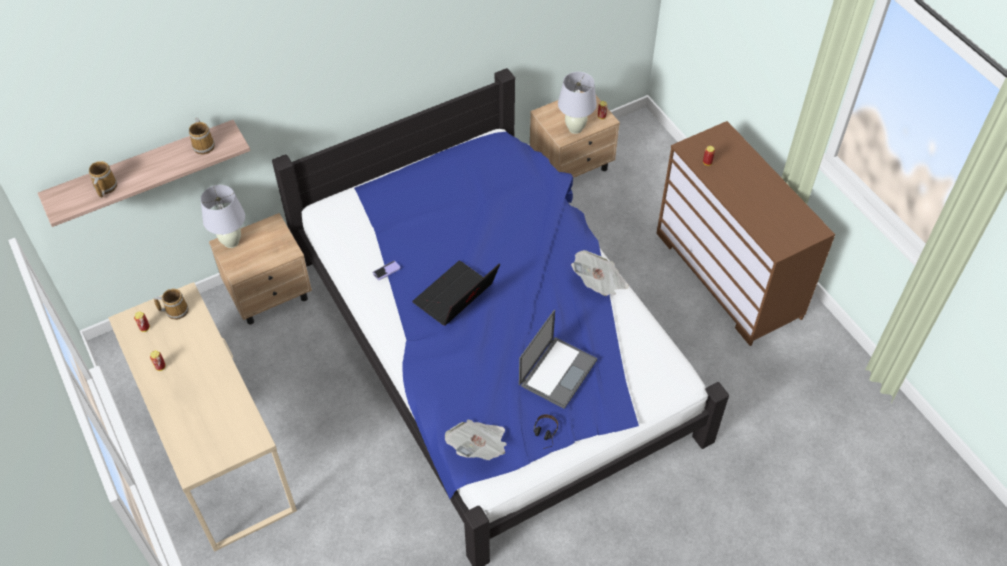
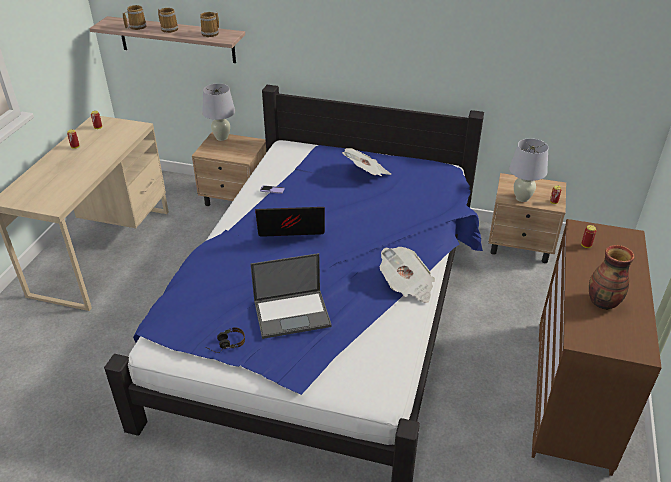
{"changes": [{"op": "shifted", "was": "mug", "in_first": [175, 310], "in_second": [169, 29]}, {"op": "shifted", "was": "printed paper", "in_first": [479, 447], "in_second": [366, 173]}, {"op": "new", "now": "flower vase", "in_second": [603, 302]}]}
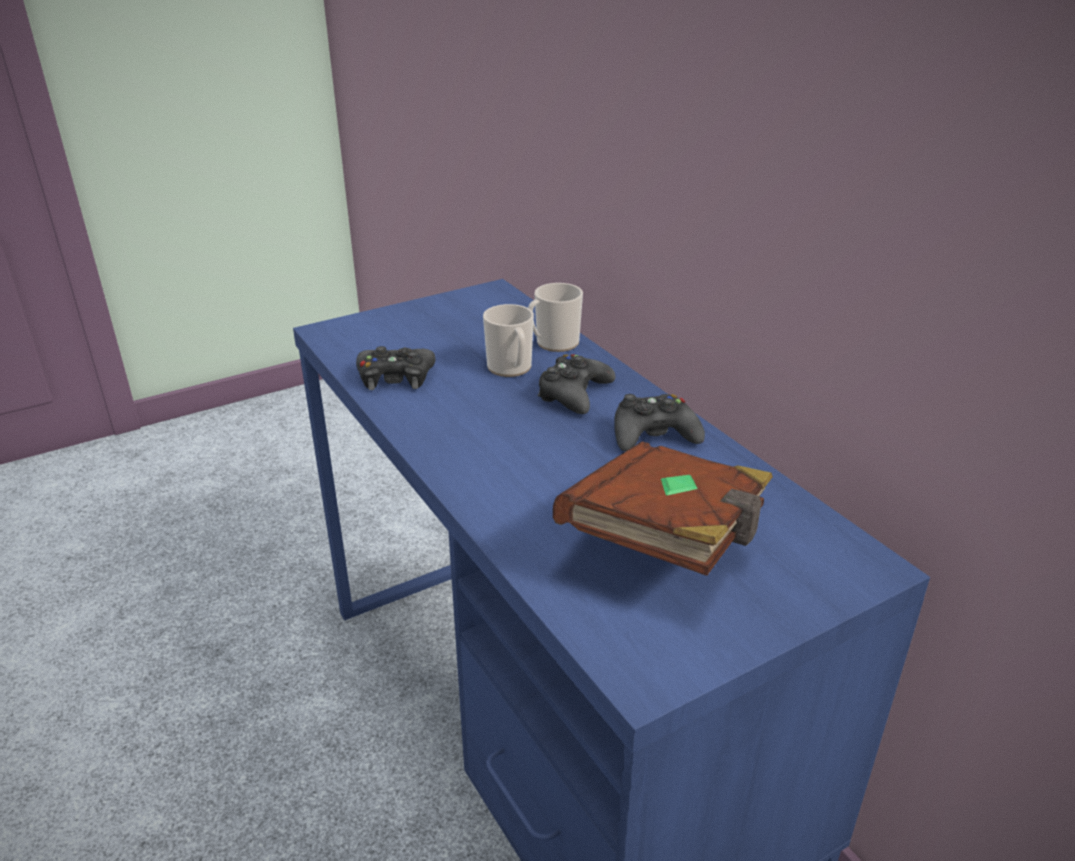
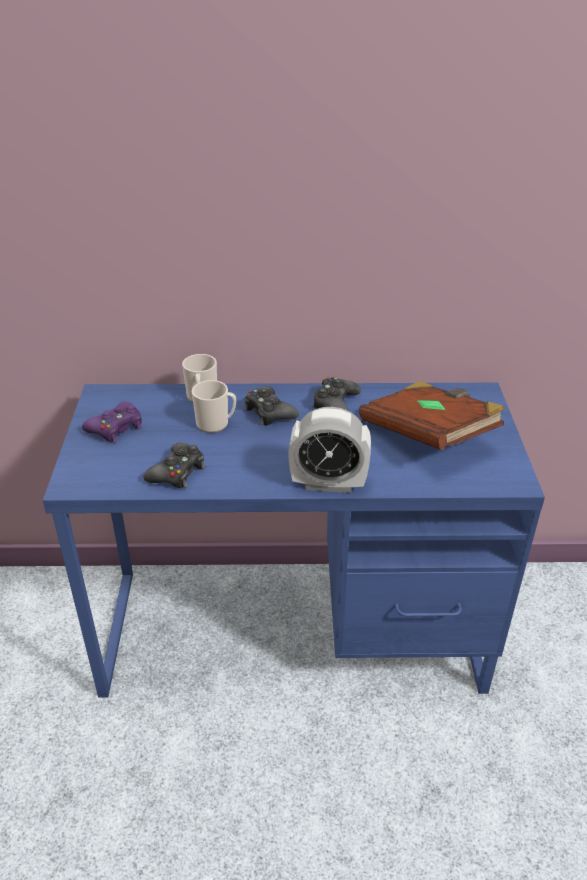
{"changes": [{"op": "new", "now": "purplish joypad", "in_second": [116, 428]}, {"op": "new", "now": "alarm clock", "in_second": [328, 483]}]}
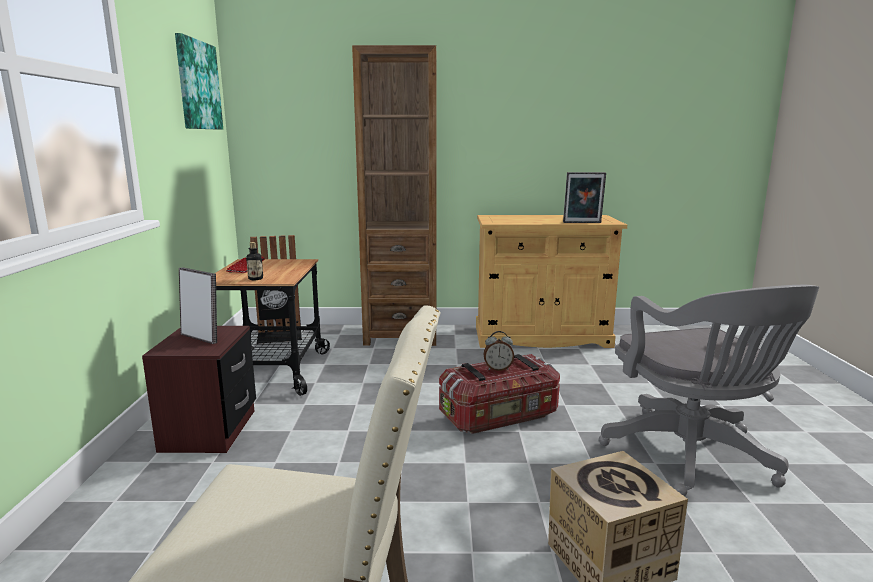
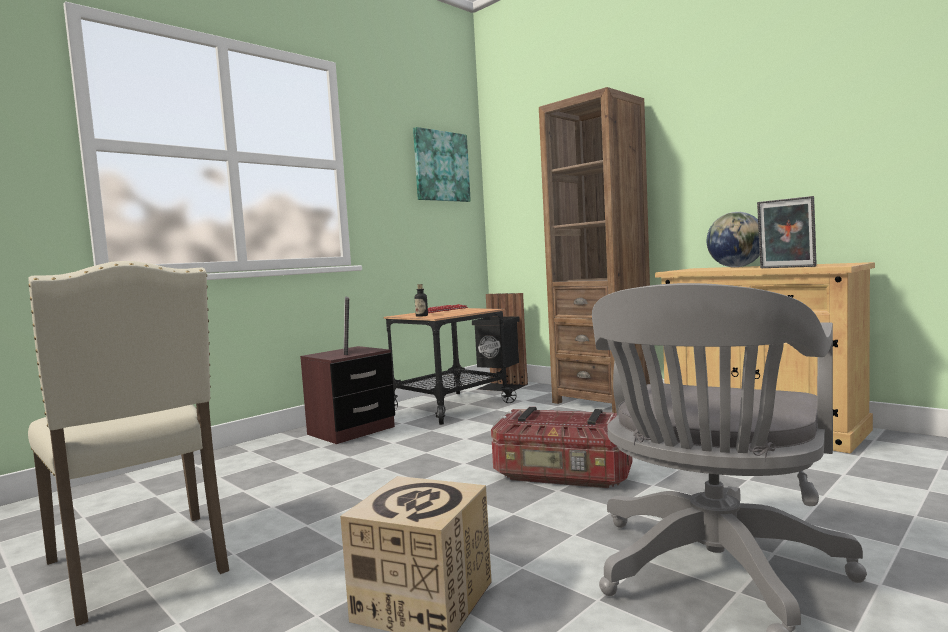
{"changes": [{"op": "gone", "was": "alarm clock", "in_first": [498, 369]}, {"op": "new", "now": "world globe", "in_second": [736, 267]}]}
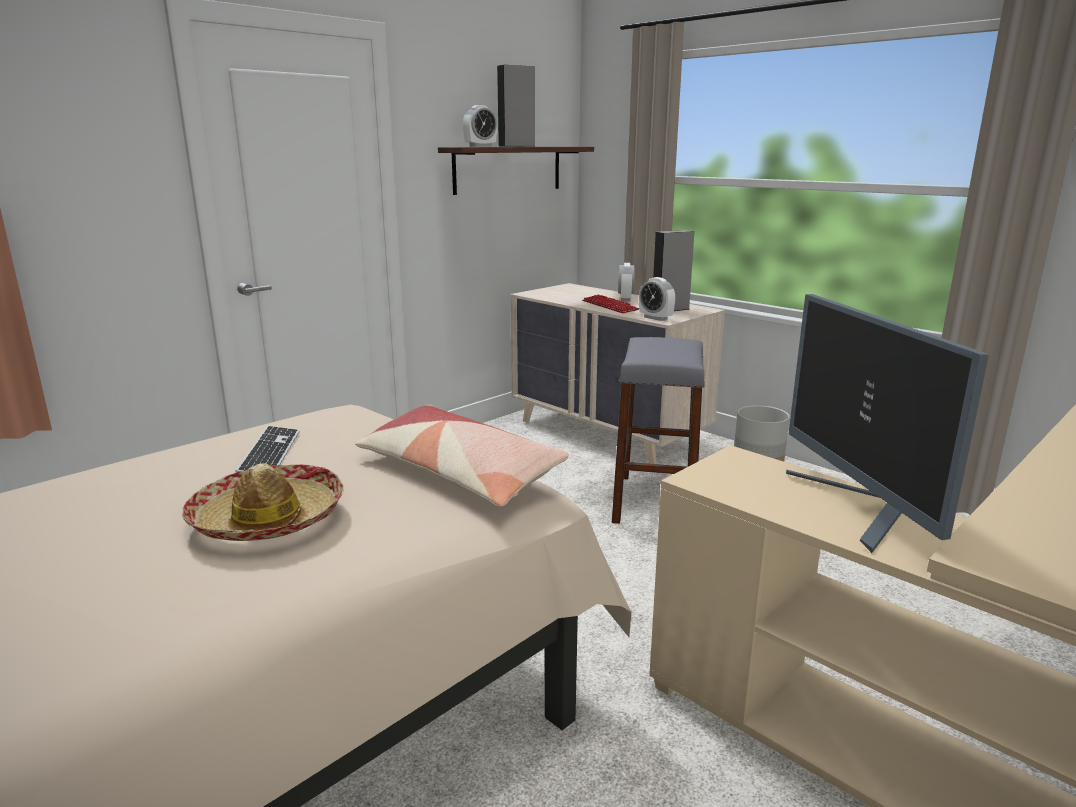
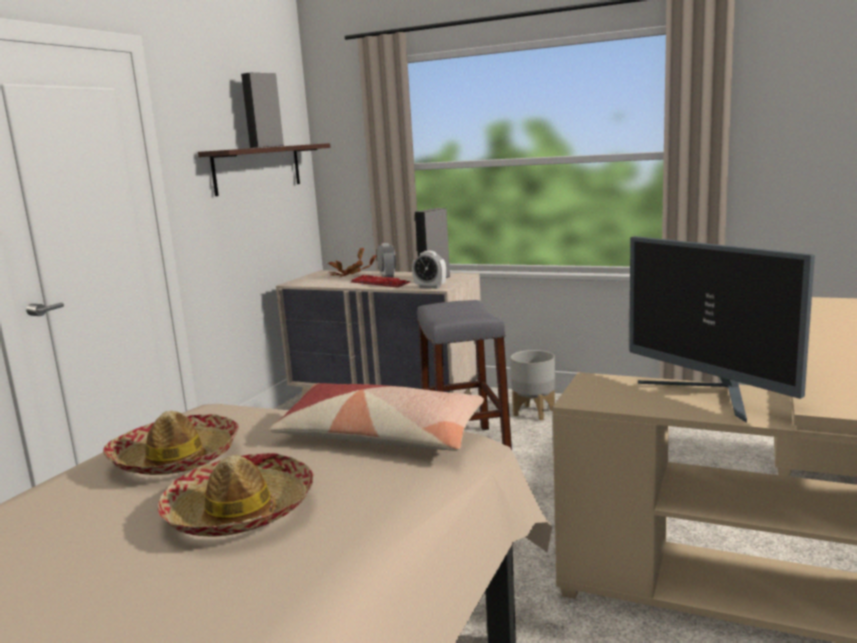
{"changes": [{"op": "swapped", "was": "keyboard", "now": "wearable hat", "in_first": [270, 453], "in_second": [176, 458]}, {"op": "gone", "was": "alarm clock", "in_first": [480, 146]}, {"op": "new", "now": "houseplant", "in_second": [349, 274]}]}
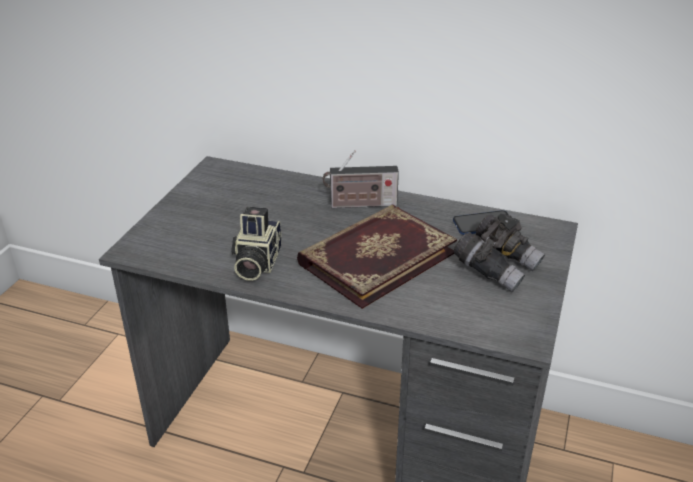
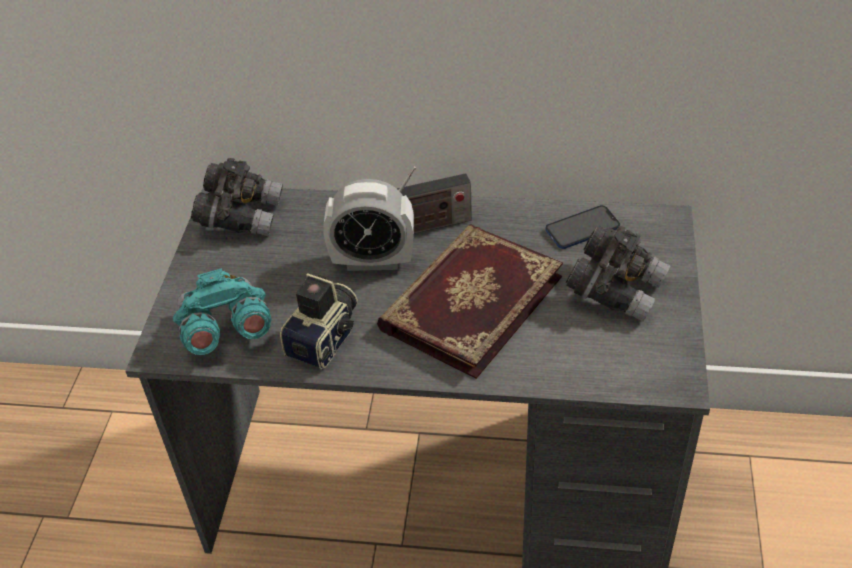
{"changes": [{"op": "rotated", "was": "still camera", "in_first": [255, 263], "in_second": [326, 338], "clockwise": -150}, {"op": "new", "now": "turquoise pair of binoculars", "in_second": [224, 331]}, {"op": "new", "now": "greyish pair of binoculars", "in_second": [241, 216]}, {"op": "new", "now": "alarm clock", "in_second": [373, 261]}]}
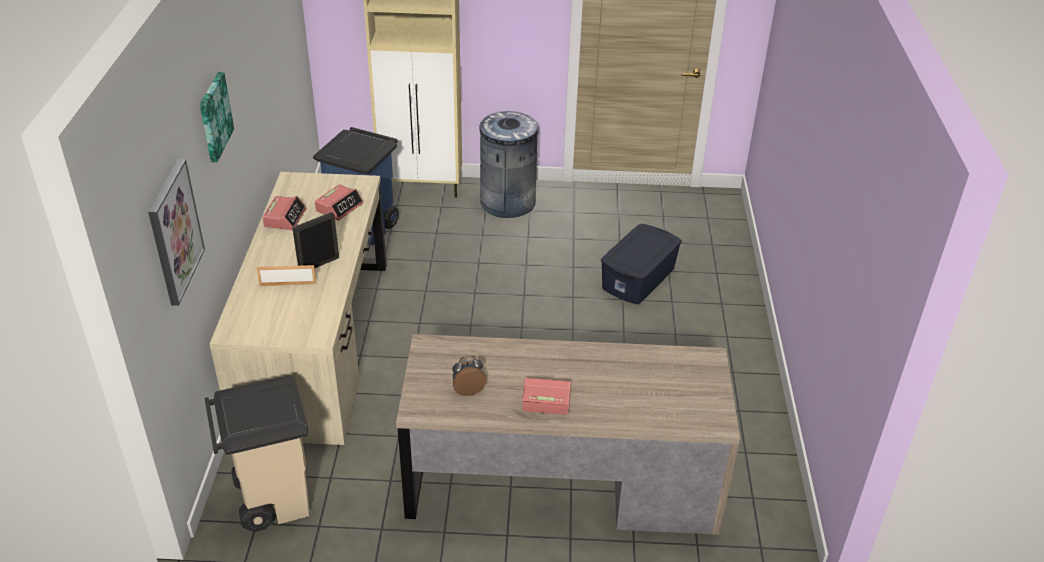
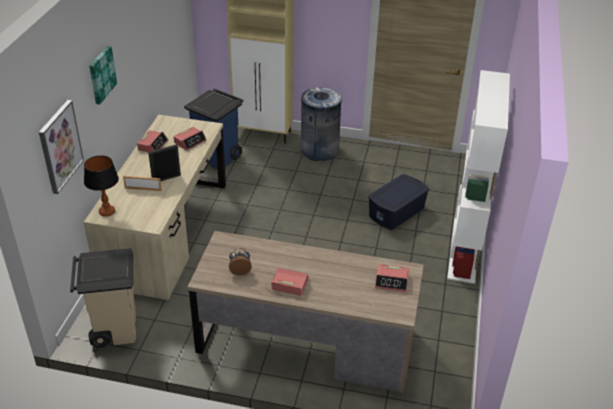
{"changes": [{"op": "new", "now": "table lamp", "in_second": [106, 212]}, {"op": "new", "now": "alarm clock", "in_second": [391, 281]}, {"op": "new", "now": "white shelving unit", "in_second": [464, 249]}]}
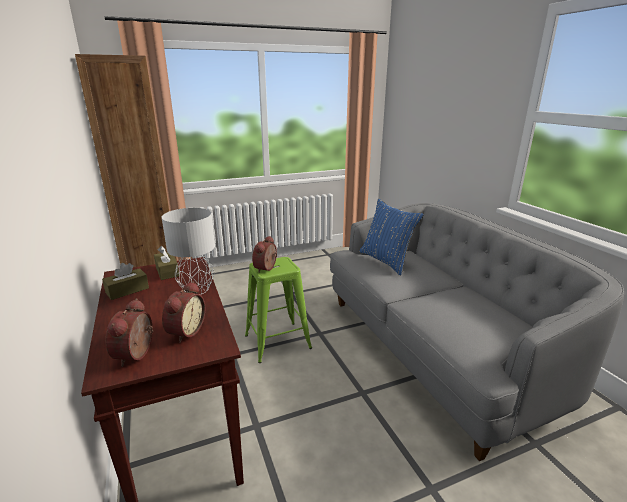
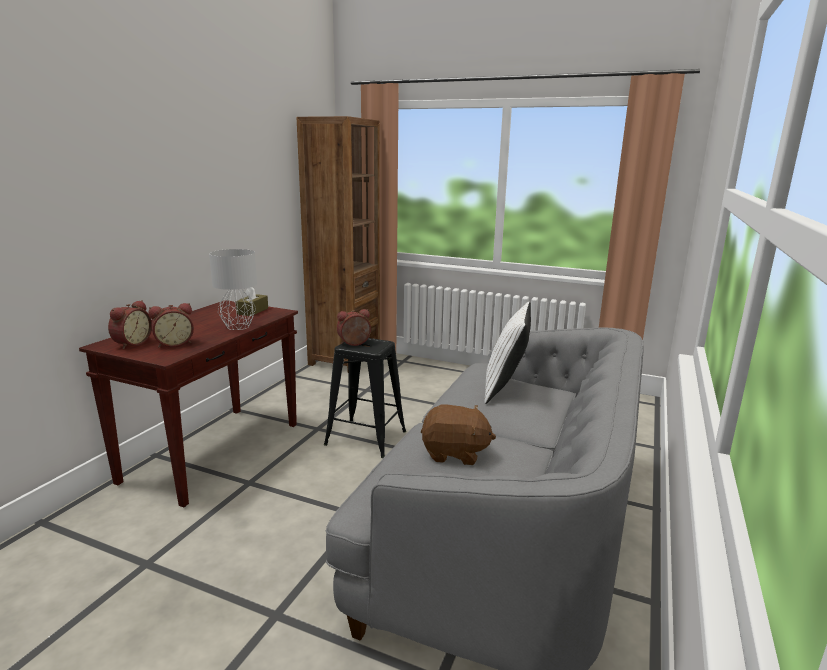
{"changes": [{"op": "gone", "was": "brownish box of tissues", "in_first": [127, 290]}, {"op": "rotated", "was": "alarm clock", "in_first": [137, 354], "in_second": [131, 343], "clockwise": 150}, {"op": "repainted", "was": "greenish stool seat", "now": "black stool seat", "in_first": [277, 342], "in_second": [365, 438]}, {"op": "repainted", "was": "blue pillow", "now": "white pillow", "in_first": [386, 261], "in_second": [505, 387]}, {"op": "new", "now": "brownish soft toy", "in_second": [455, 453]}]}
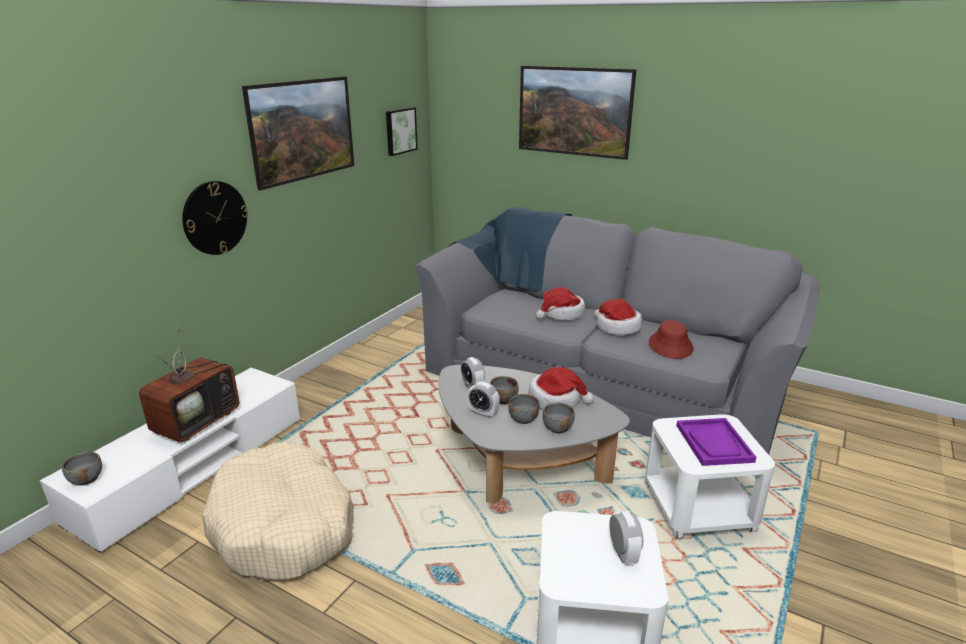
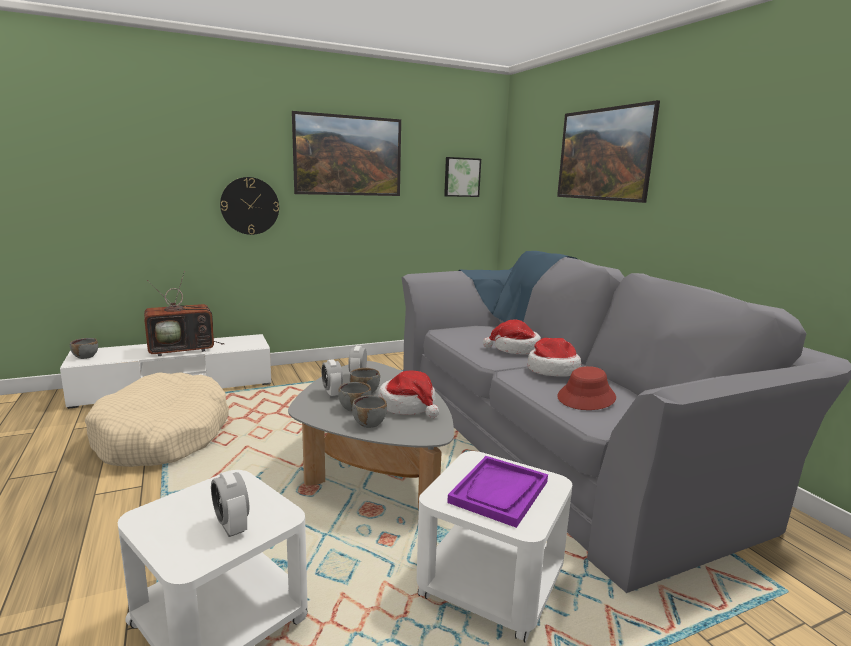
{"changes": [{"op": "rotated", "was": "alarm clock", "in_first": [623, 553], "in_second": [232, 526], "clockwise": 120}]}
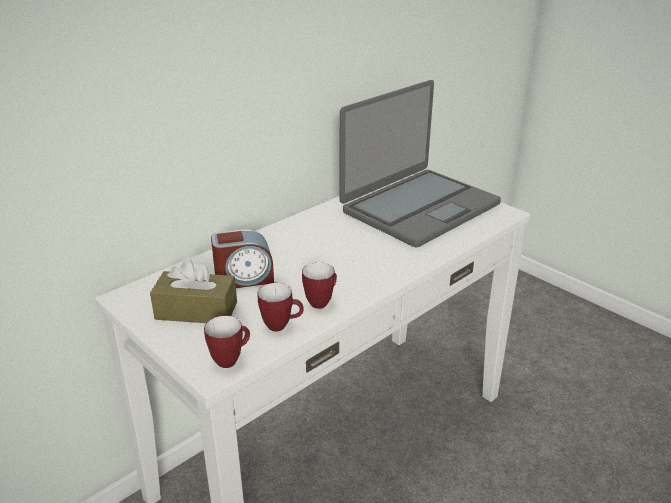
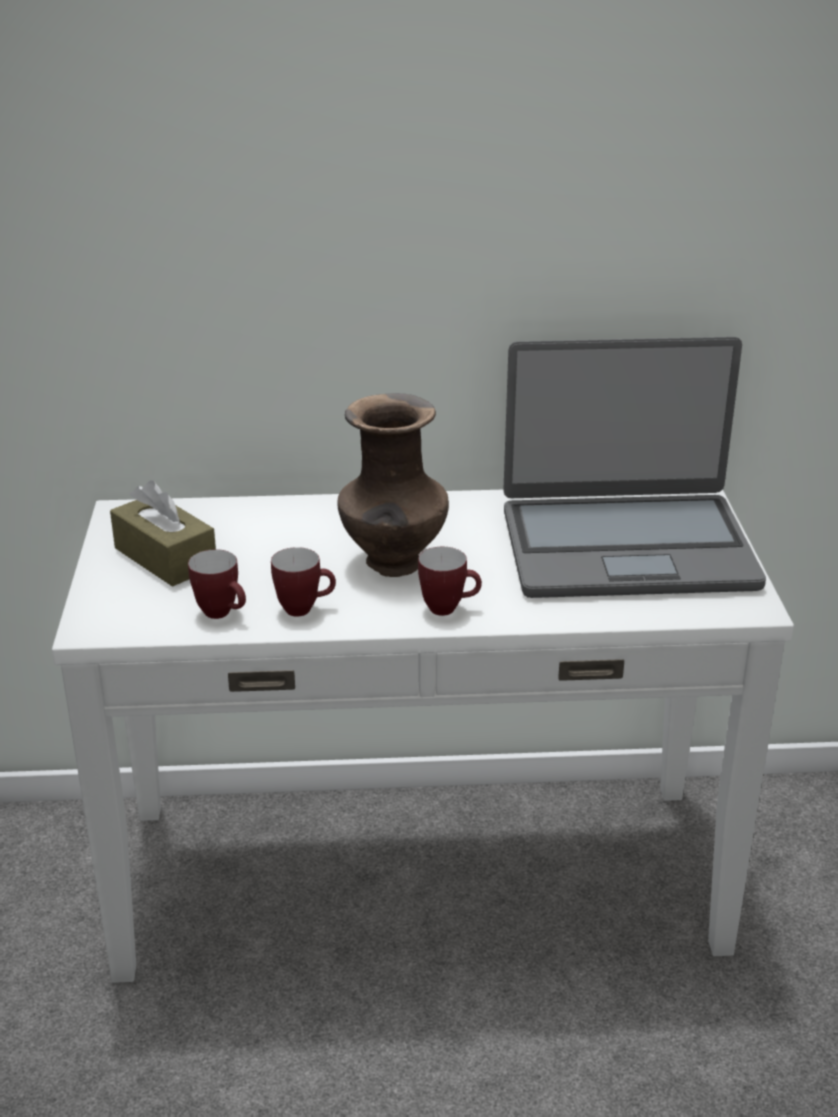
{"changes": [{"op": "shifted", "was": "mug", "in_first": [230, 359], "in_second": [449, 608]}, {"op": "gone", "was": "alarm clock", "in_first": [244, 279]}, {"op": "new", "now": "brownish flower vase", "in_second": [394, 565]}]}
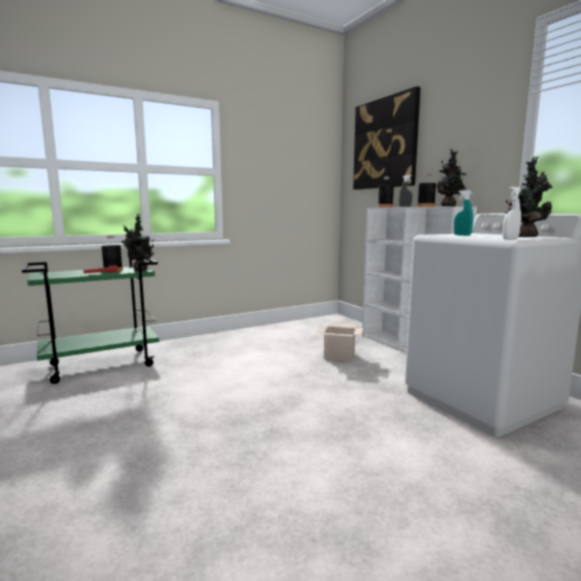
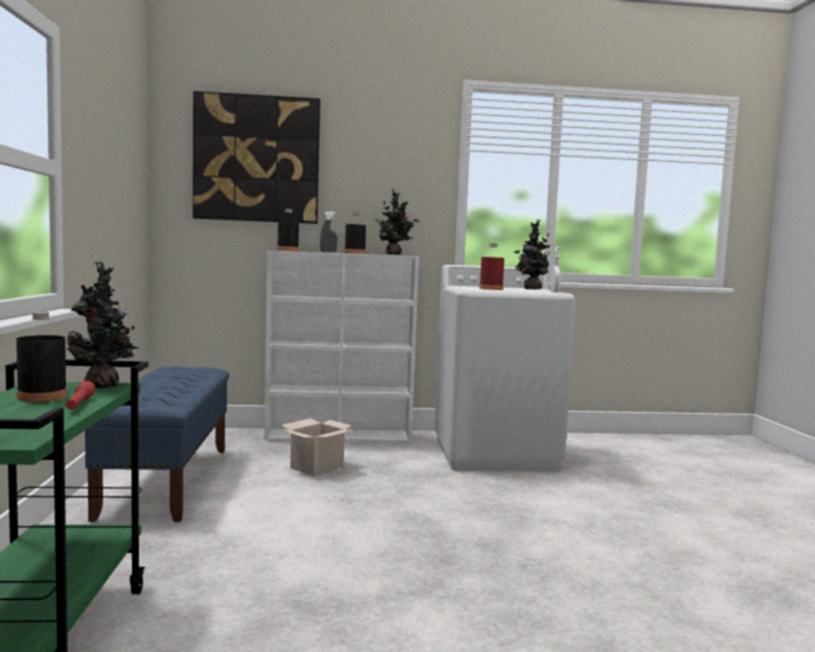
{"changes": [{"op": "swapped", "was": "turquoise spray bottle", "now": "red-coloured drink bottle", "in_first": [462, 235], "in_second": [491, 289]}, {"op": "new", "now": "blue bench", "in_second": [167, 480]}]}
